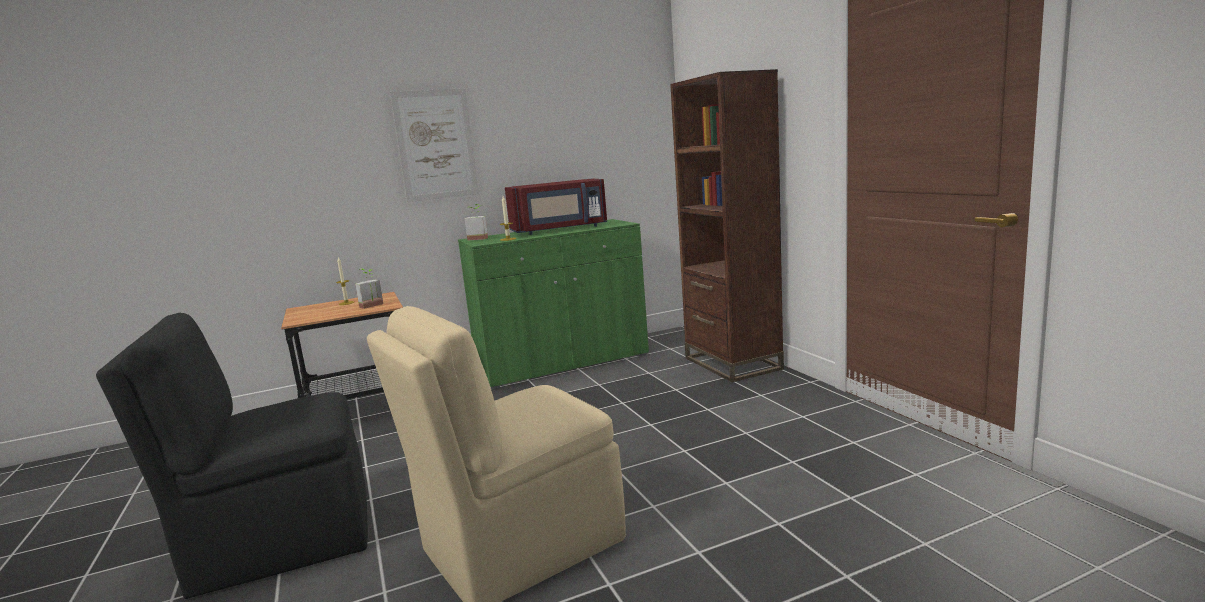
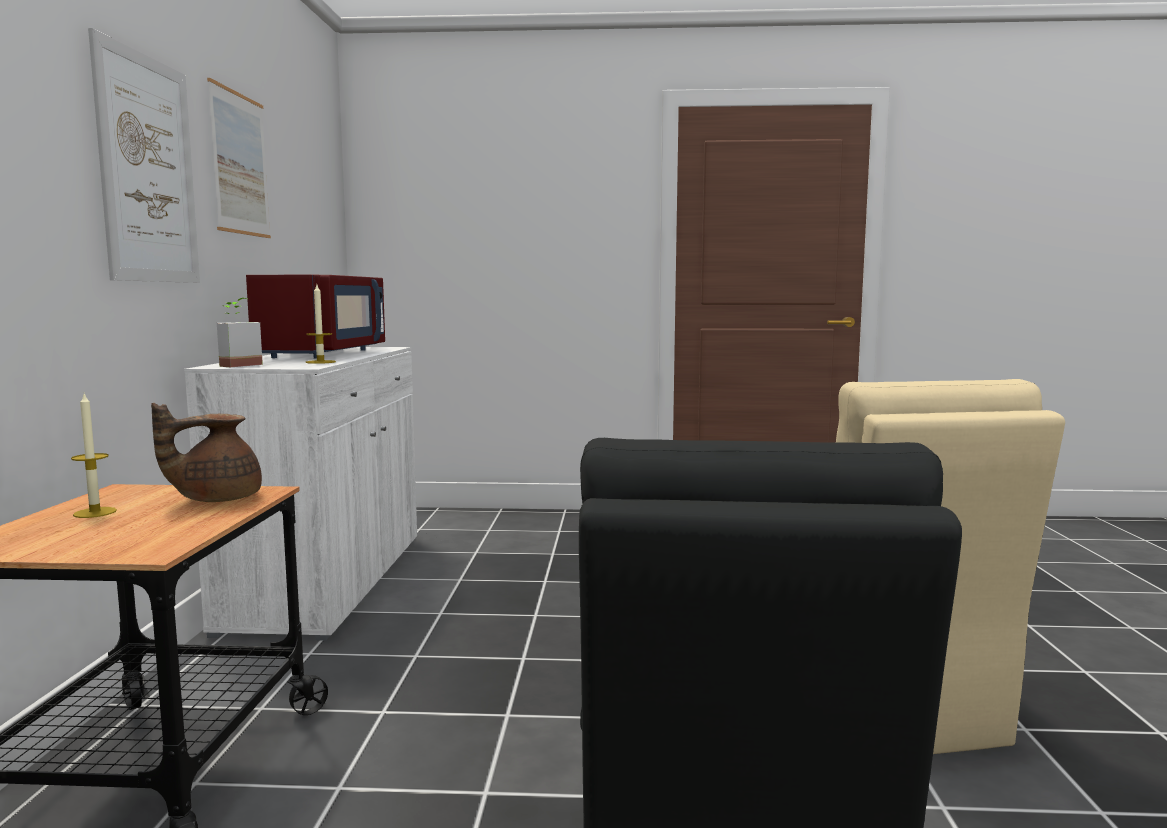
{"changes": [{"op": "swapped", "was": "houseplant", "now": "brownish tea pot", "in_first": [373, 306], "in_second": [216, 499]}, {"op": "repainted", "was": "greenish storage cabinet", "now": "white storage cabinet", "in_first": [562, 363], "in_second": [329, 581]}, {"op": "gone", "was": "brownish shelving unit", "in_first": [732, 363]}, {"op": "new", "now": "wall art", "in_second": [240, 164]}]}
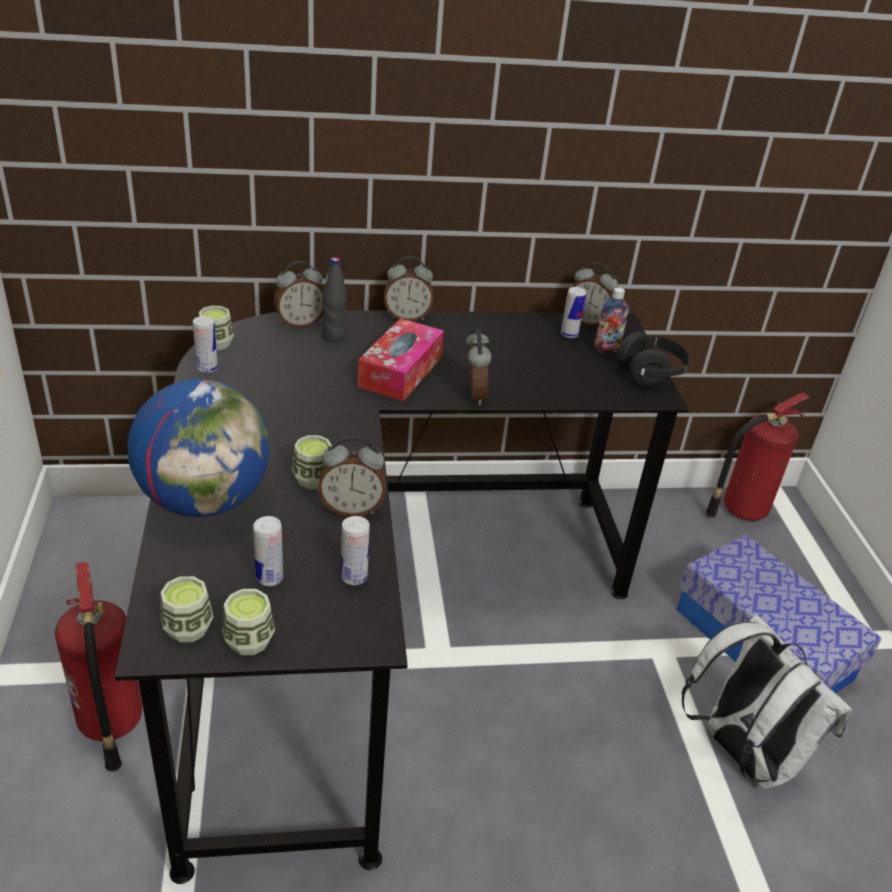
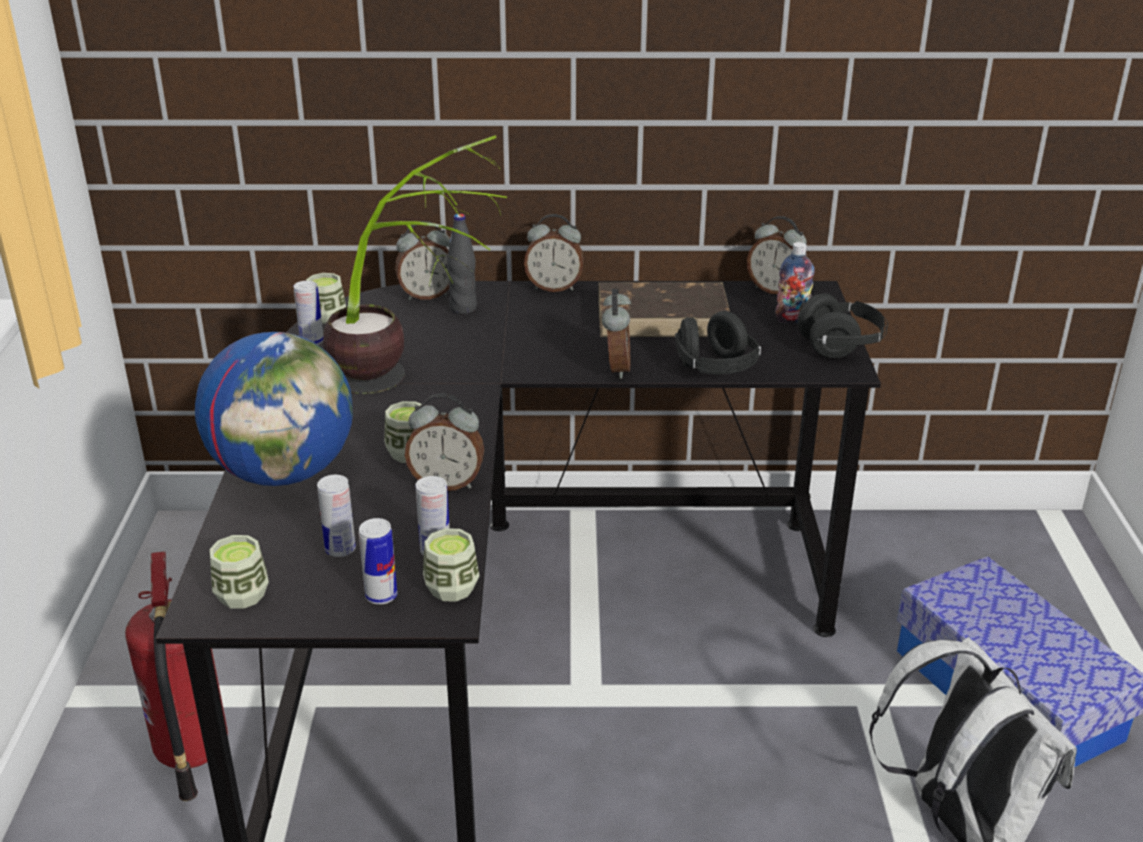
{"changes": [{"op": "shifted", "was": "cup", "in_first": [249, 640], "in_second": [451, 588]}, {"op": "gone", "was": "box of tissues", "in_first": [400, 372]}, {"op": "shifted", "was": "sealed can", "in_first": [569, 334], "in_second": [381, 596]}, {"op": "gone", "was": "fire-fighting cylinder", "in_first": [741, 510]}, {"op": "new", "now": "houseplant", "in_second": [408, 384]}, {"op": "new", "now": "brownish volume", "in_second": [663, 316]}, {"op": "new", "now": "black headset", "in_second": [715, 369]}]}
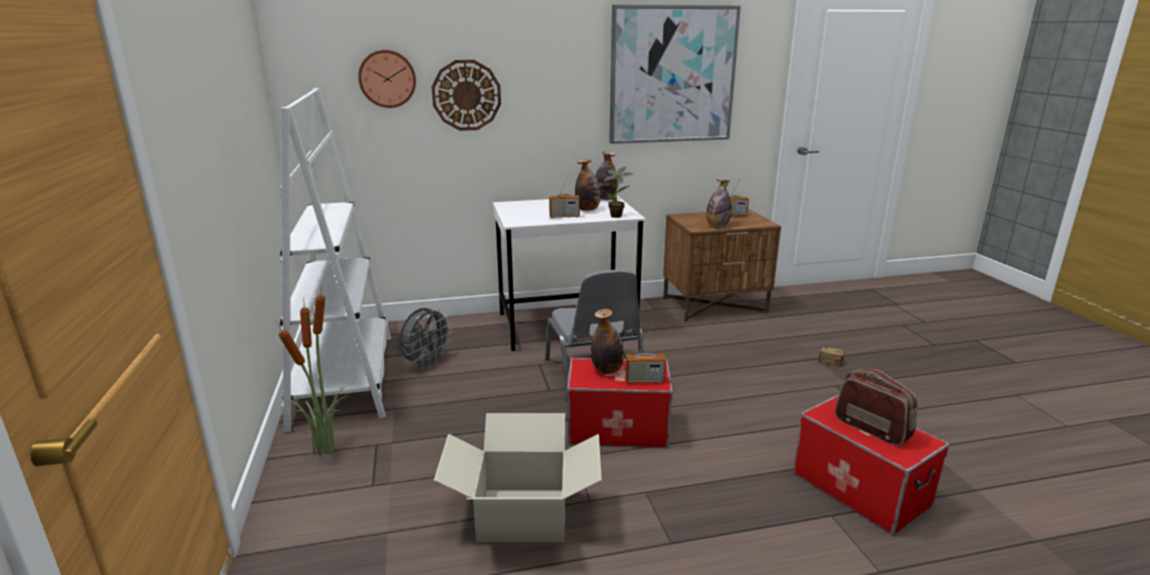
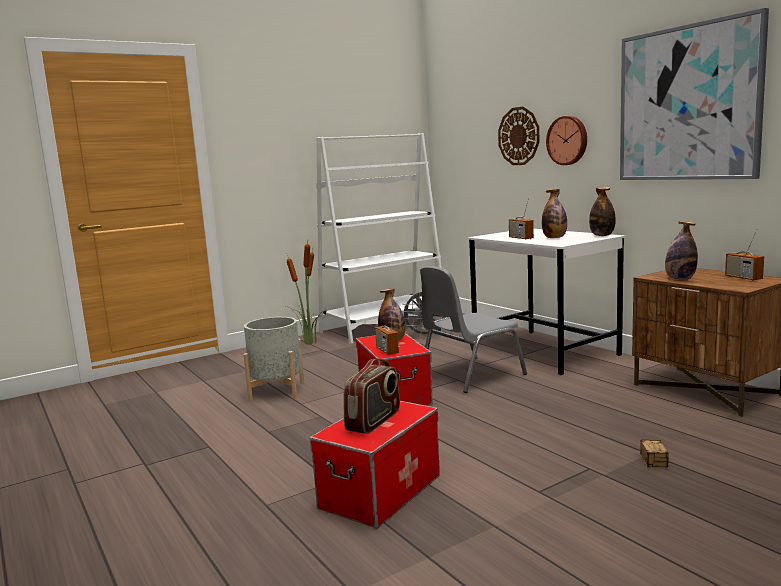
{"changes": [{"op": "shifted", "was": "clock on the wall", "in_first": [387, 78], "in_second": [568, 140]}, {"op": "swapped", "was": "carton", "now": "greyish planter", "in_first": [522, 514], "in_second": [277, 391]}, {"op": "gone", "was": "houseplant", "in_first": [618, 216]}]}
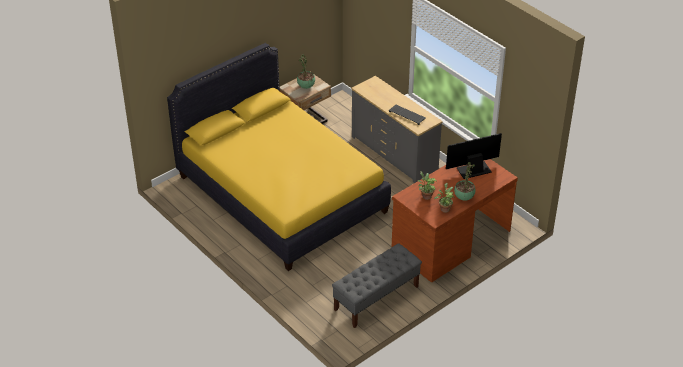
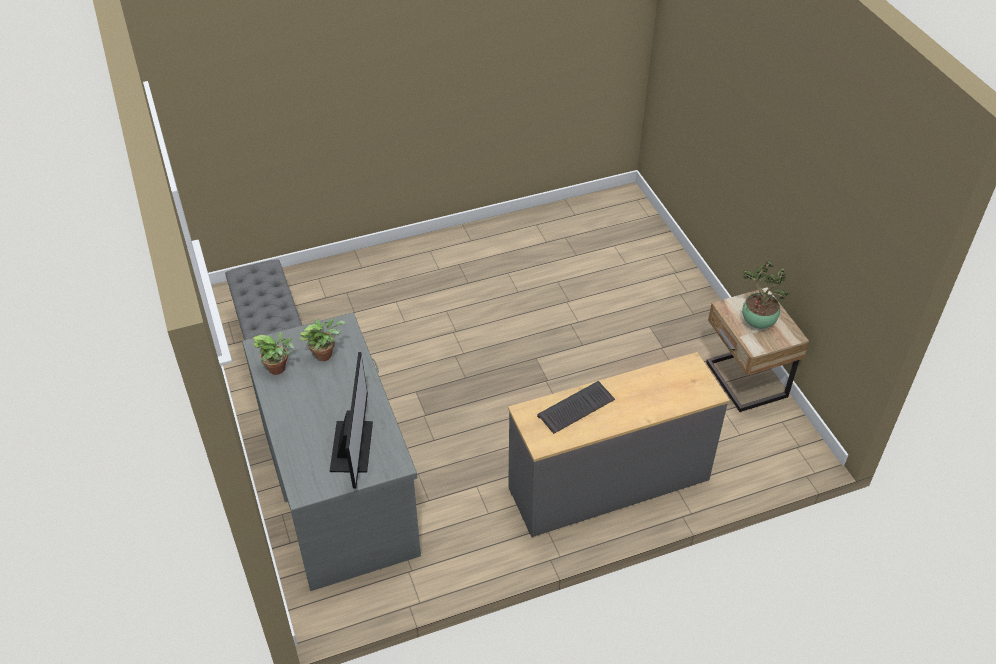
{"changes": [{"op": "gone", "was": "yellowish bed", "in_first": [281, 194]}, {"op": "repainted", "was": "brownish desk unit", "now": "greyish desk unit", "in_first": [450, 240], "in_second": [340, 488]}, {"op": "gone", "was": "houseplant", "in_first": [464, 197]}]}
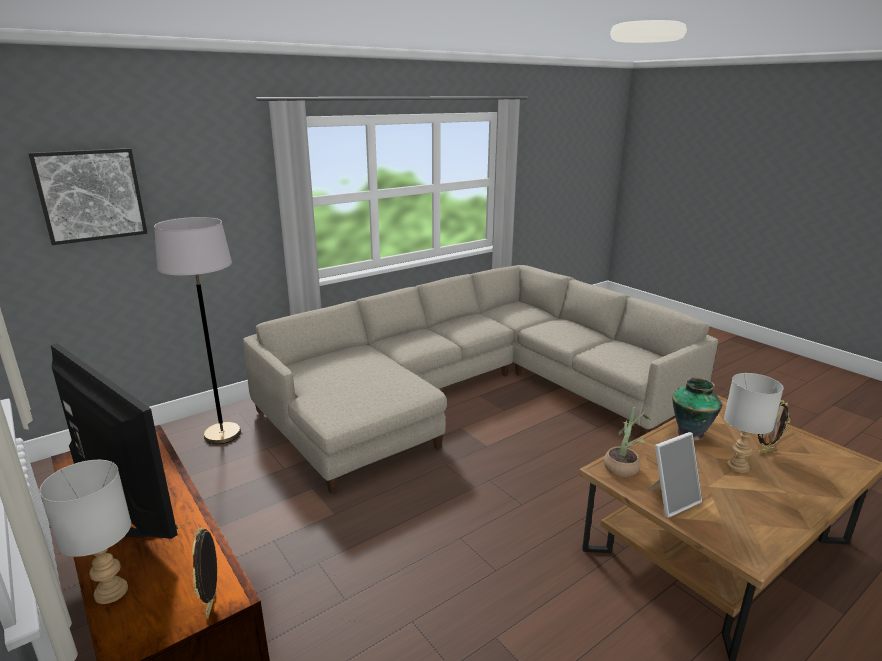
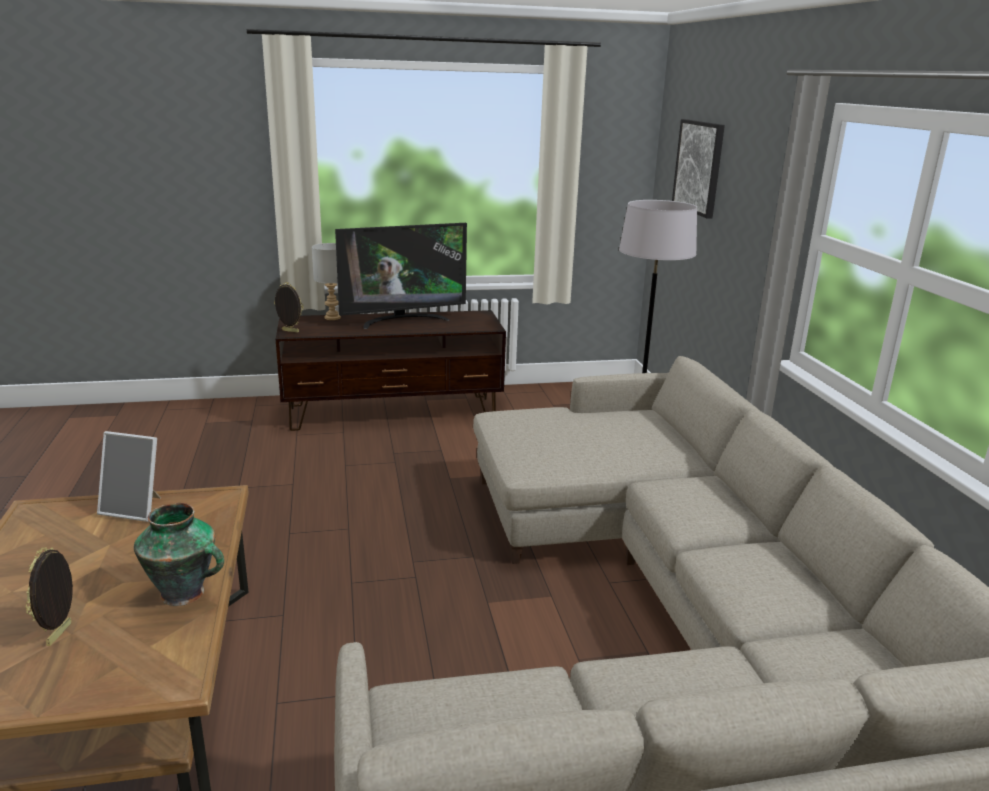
{"changes": [{"op": "gone", "was": "houseplant", "in_first": [623, 466]}, {"op": "rotated", "was": "standing frame", "in_first": [671, 500], "in_second": [135, 509], "clockwise": -75}, {"op": "gone", "was": "greyish table lamp", "in_first": [738, 467]}]}
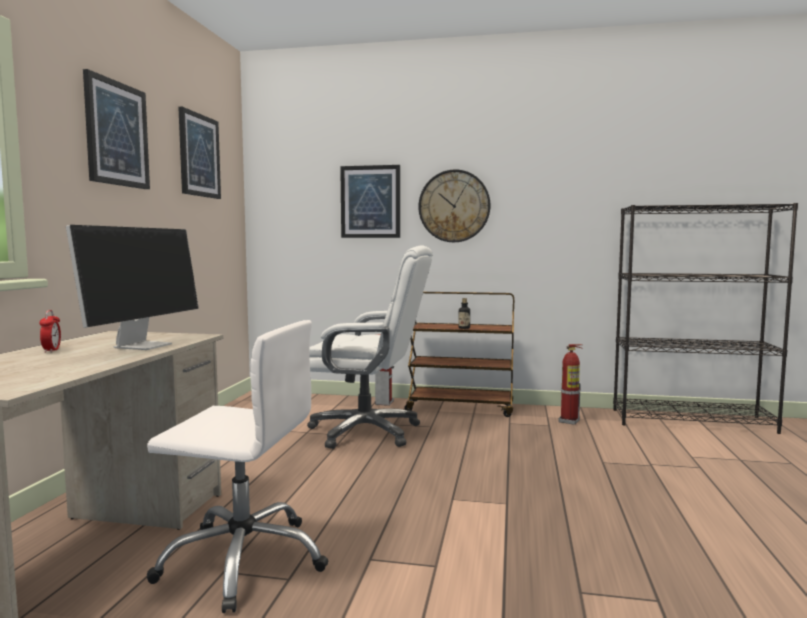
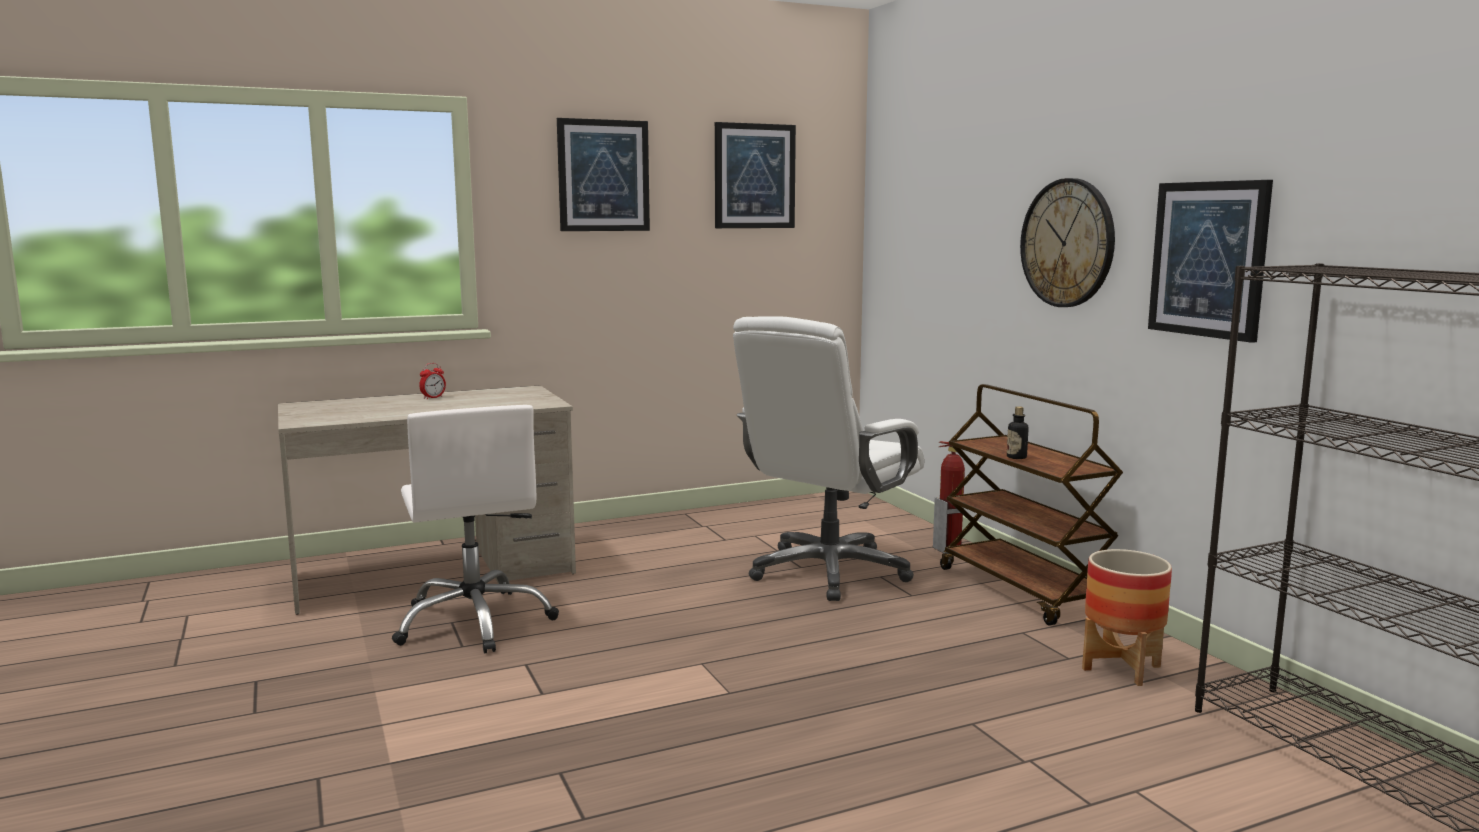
{"changes": [{"op": "gone", "was": "computer screen", "in_first": [143, 345]}, {"op": "rotated", "was": "white desk chair", "in_first": [366, 431], "in_second": [828, 572], "clockwise": 60}, {"op": "shifted", "was": "wall art", "in_first": [370, 202], "in_second": [1208, 259]}, {"op": "swapped", "was": "fire-fighting cylinder", "now": "planter", "in_first": [569, 421], "in_second": [1121, 668]}]}
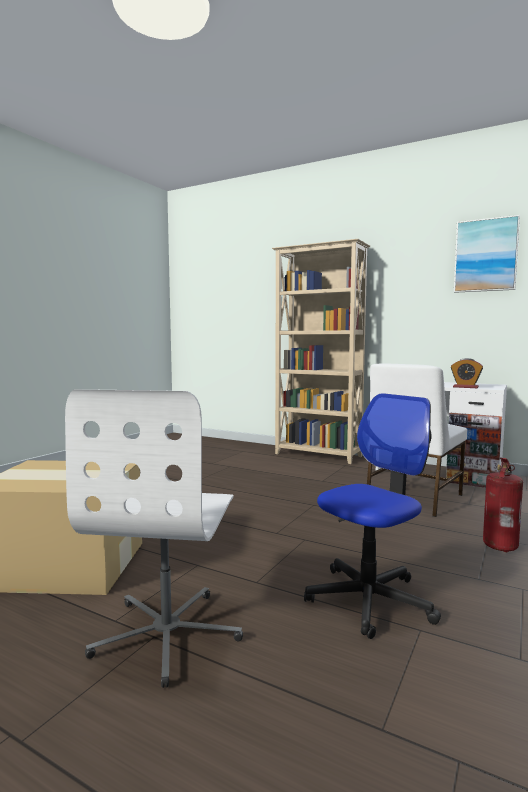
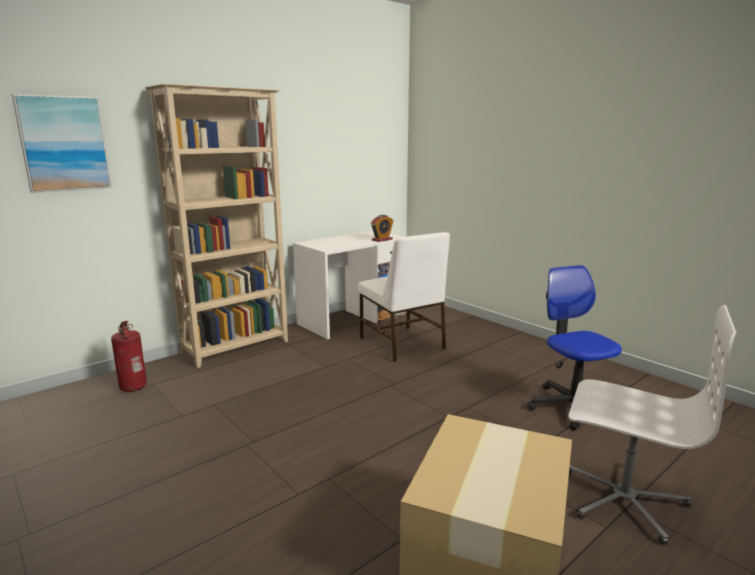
{"changes": [{"op": "shifted", "was": "wall art", "in_first": [485, 255], "in_second": [64, 143]}, {"op": "shifted", "was": "fire-fighting cylinder", "in_first": [501, 546], "in_second": [133, 387]}]}
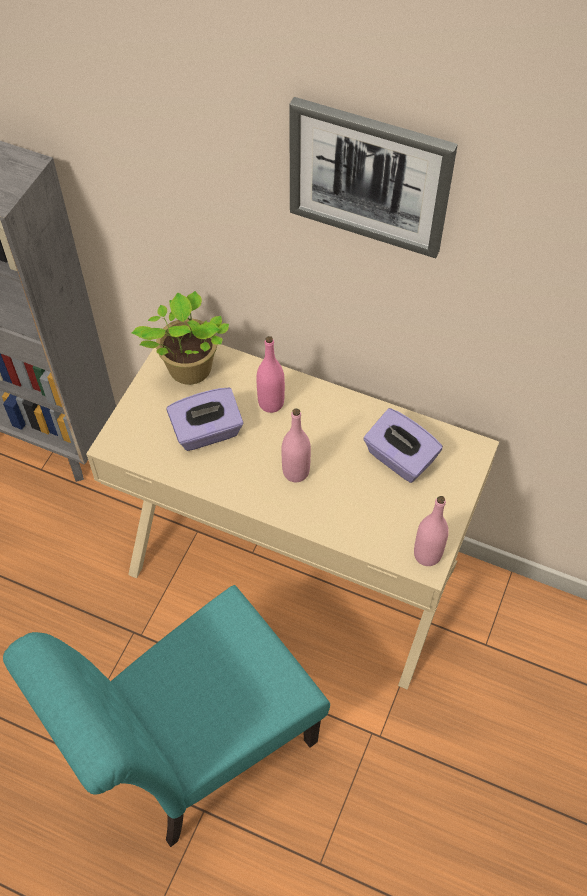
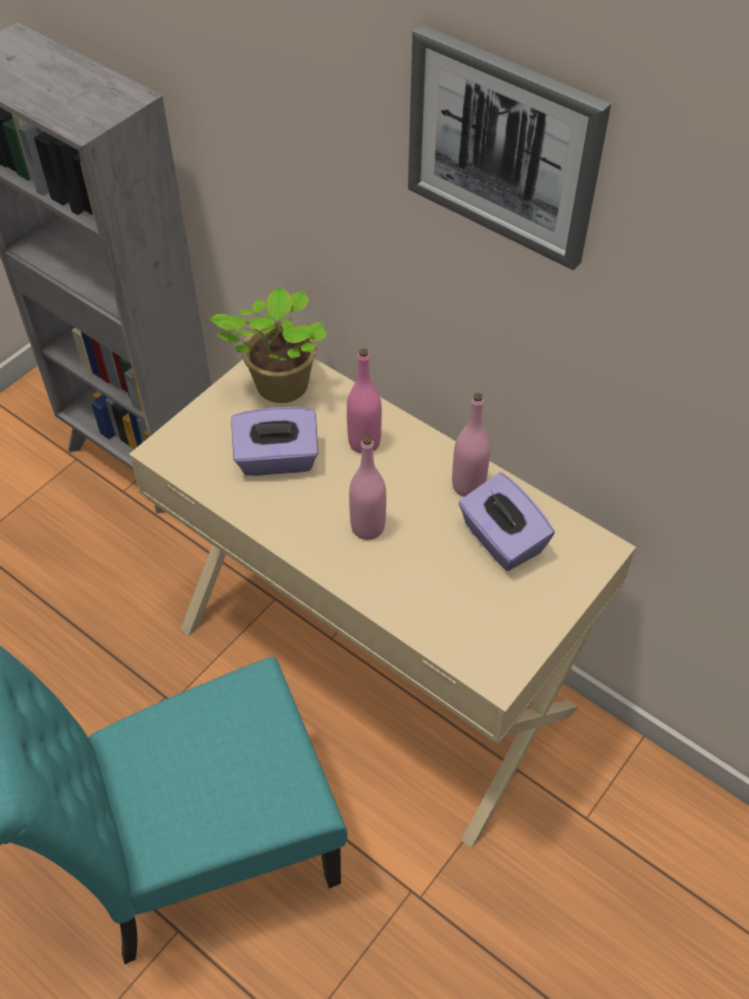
{"changes": [{"op": "shifted", "was": "pinkish drink bottle", "in_first": [427, 554], "in_second": [468, 486]}]}
